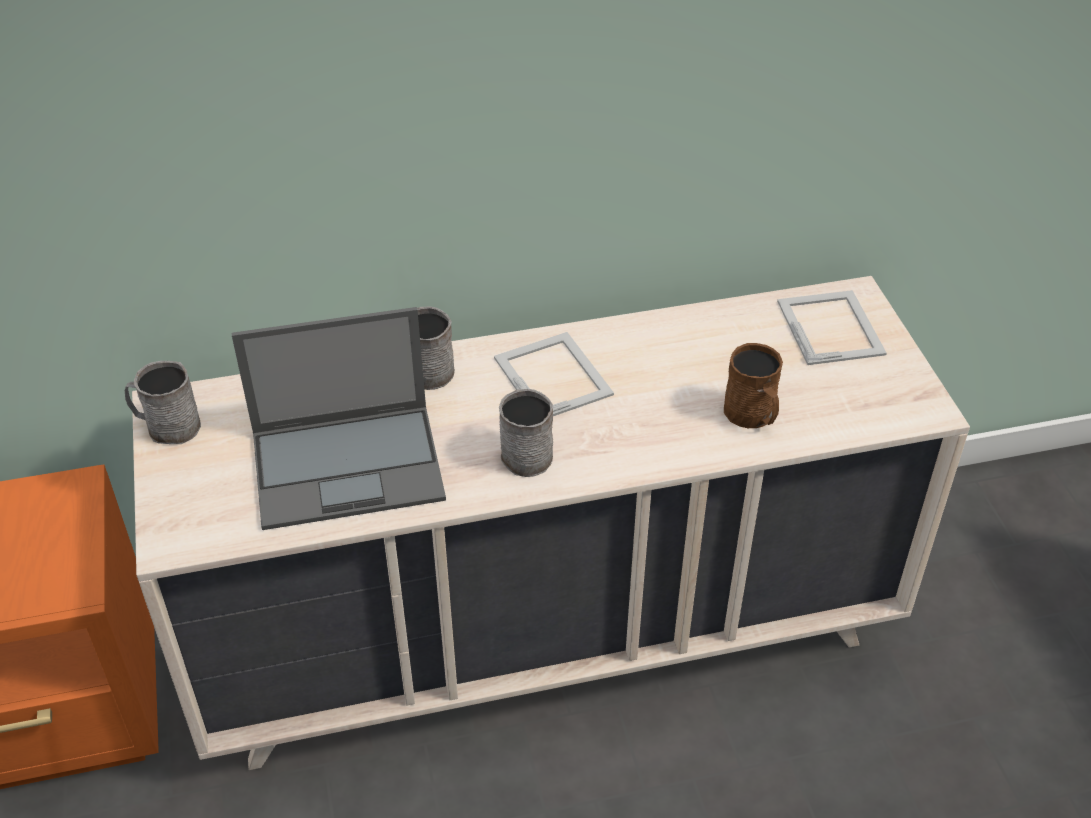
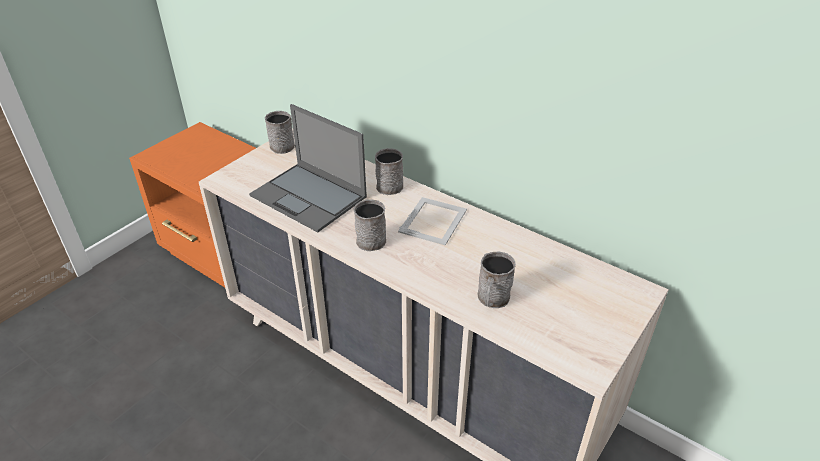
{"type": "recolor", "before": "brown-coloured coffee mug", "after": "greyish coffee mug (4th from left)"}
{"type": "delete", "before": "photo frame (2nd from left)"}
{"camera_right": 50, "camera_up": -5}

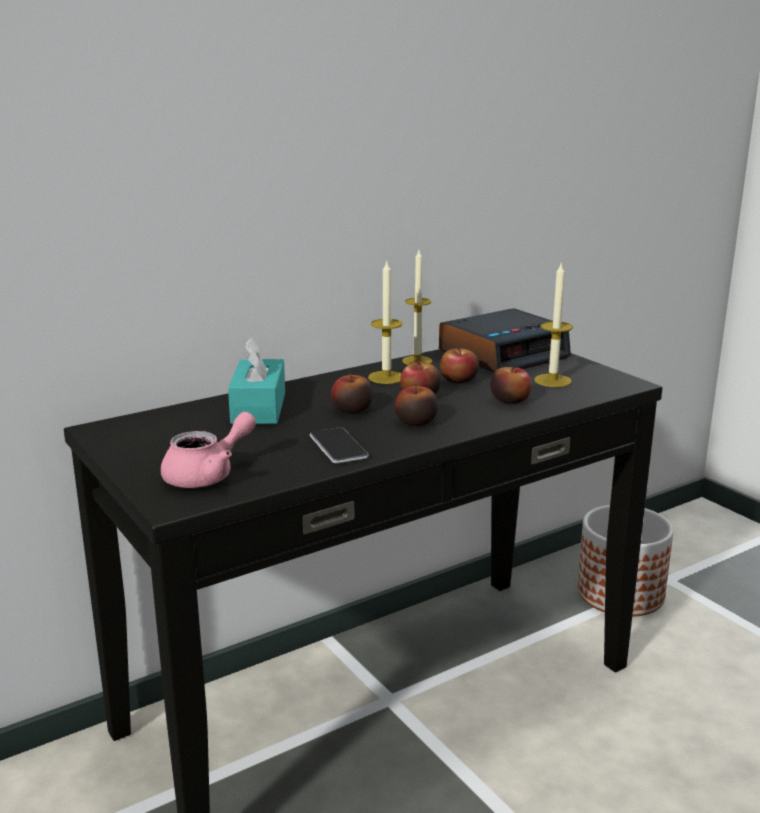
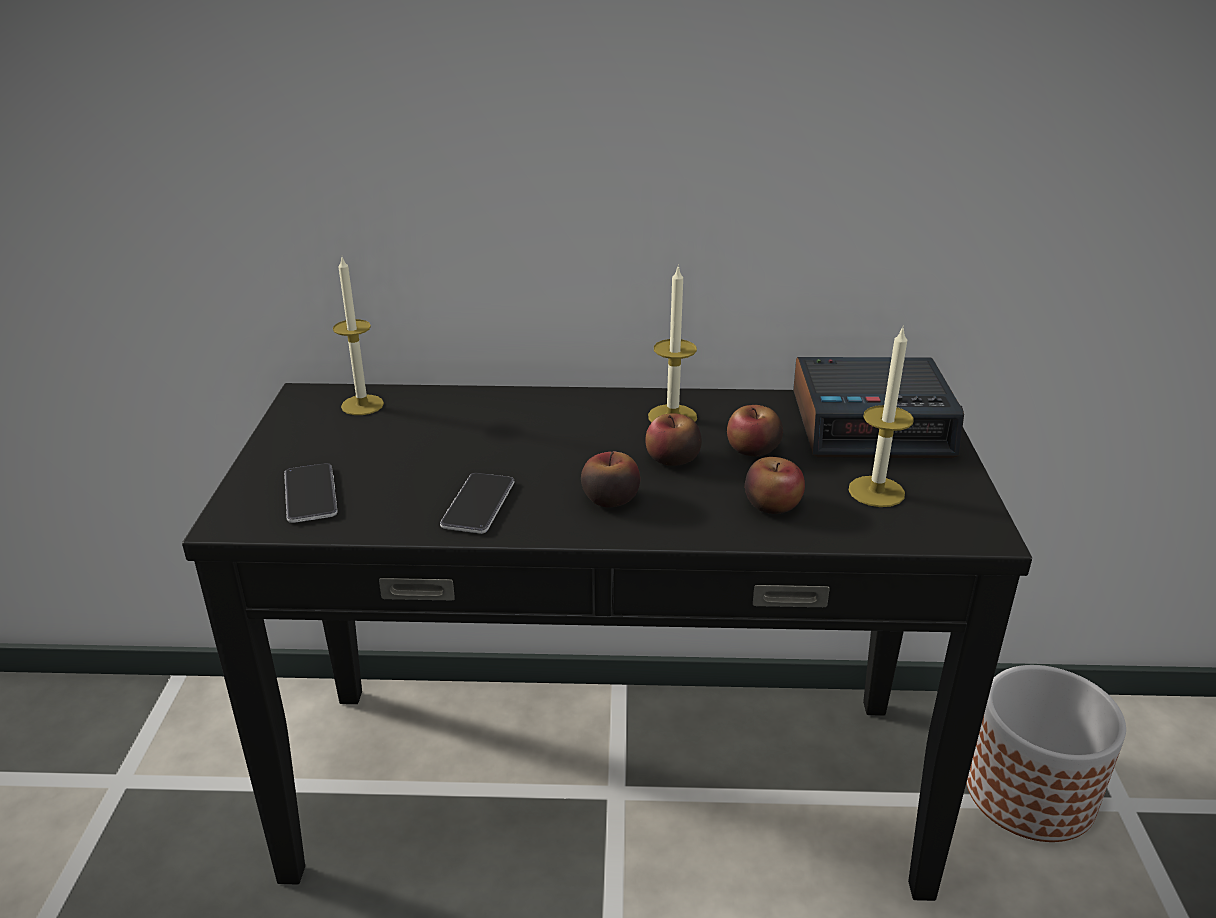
{"type": "replace", "before": "pinkish pot for tea", "after": "phone (1st from left)"}
{"type": "delete", "before": "blue-green tissue box"}
{"type": "delete", "before": "whole apple (1st from left)"}
{"type": "move", "before": "wax light (2nd from left in the first image)", "after": "wax light (1st from left)"}
{"camera_right": 35, "camera_up": 10}

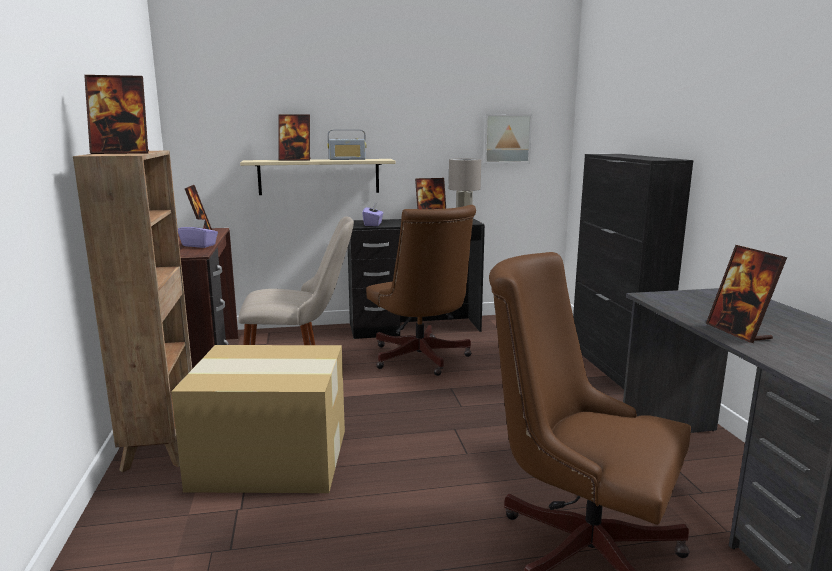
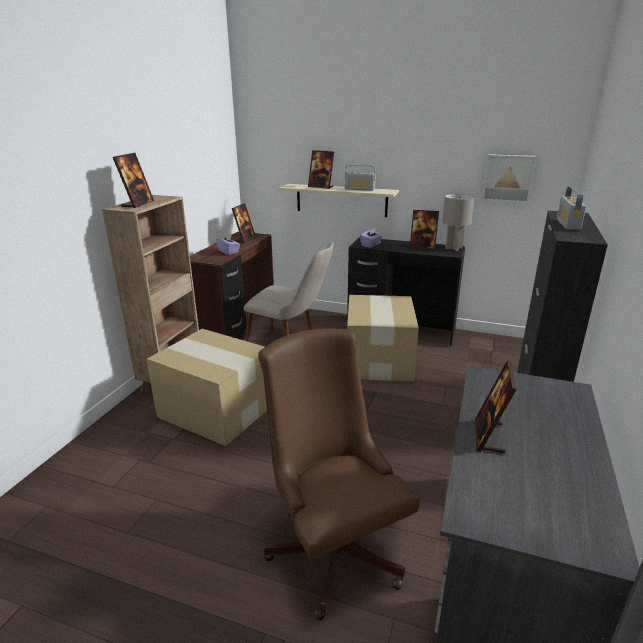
{"type": "rotate", "before": "photo frame (1st from left)", "turn": -90}
{"type": "replace", "before": "brown-coloured office chair (1st from left)", "after": "packing box (2nd from left)"}
{"type": "insert", "after": "radio set (2nd from left)"}
{"camera_right": 30, "camera_up": 10}

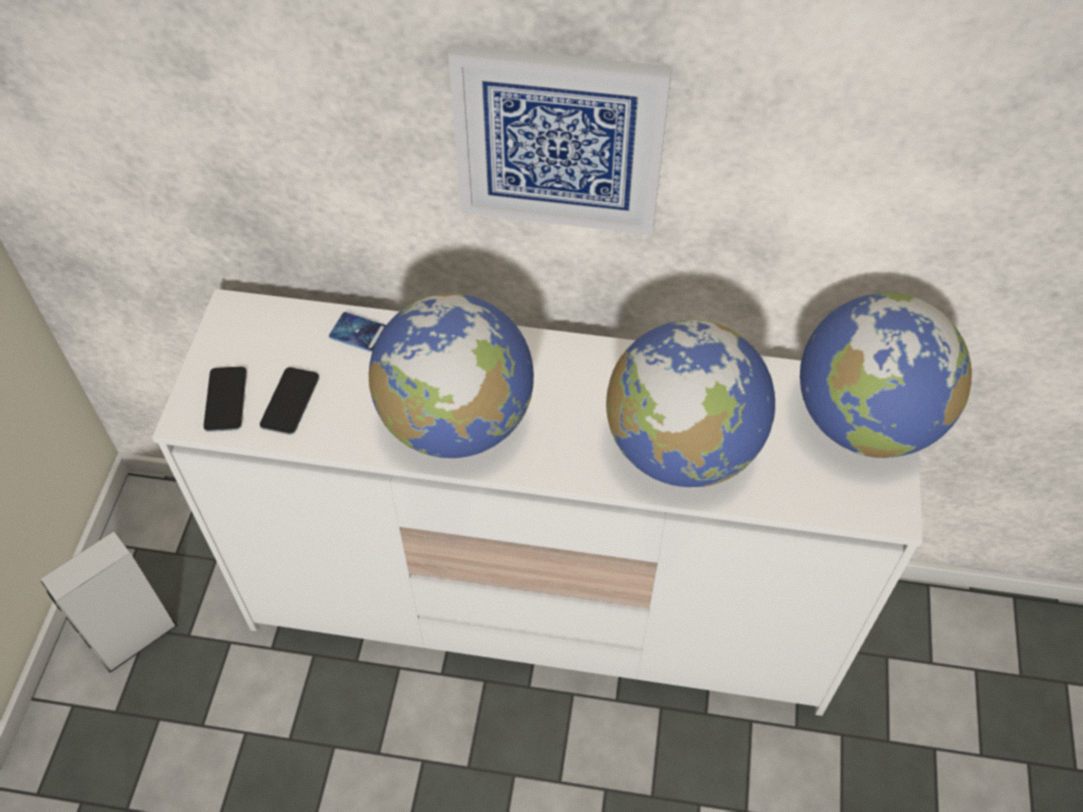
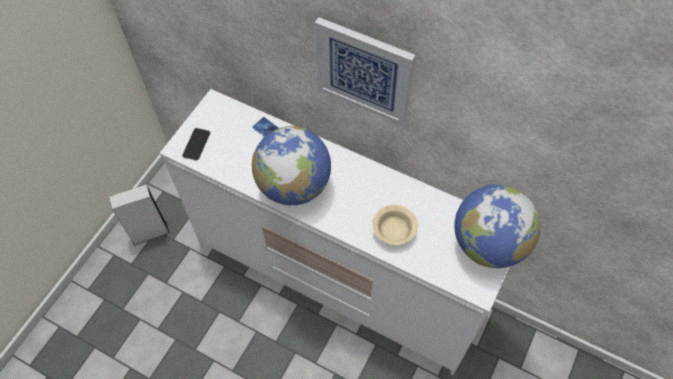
{"type": "delete", "before": "phone (2nd from left)"}
{"type": "replace", "before": "globe (2nd from left)", "after": "beige deep dish"}
{"camera_right": 20, "camera_up": 5}

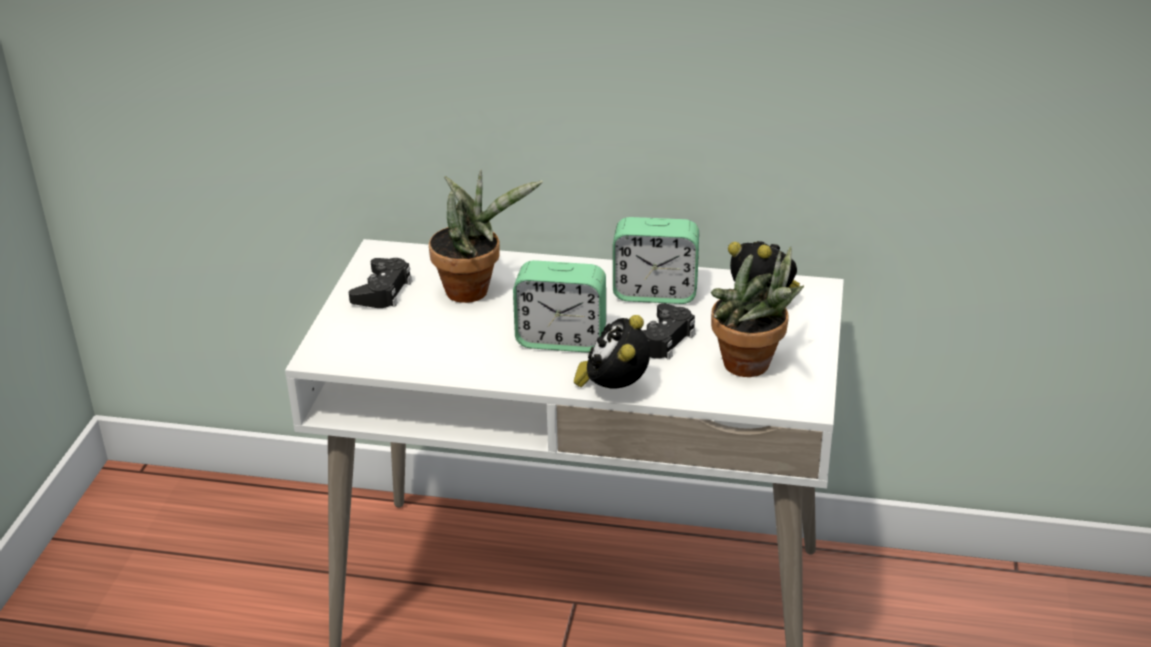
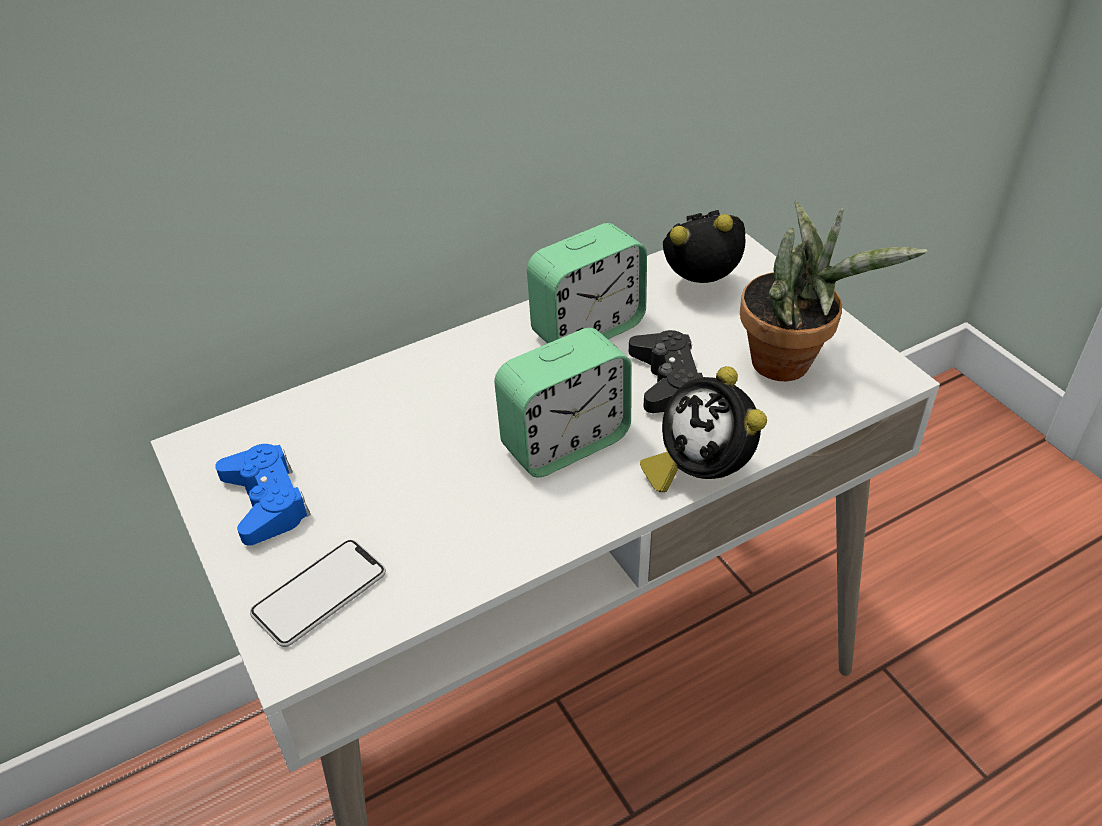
{"type": "recolor", "before": "blackish gamepad (1st from left)", "after": "blue-coloured gamepad"}
{"type": "delete", "before": "potted plant (1st from left)"}
{"type": "insert", "after": "phone"}
{"camera_right": -40, "camera_up": 10}

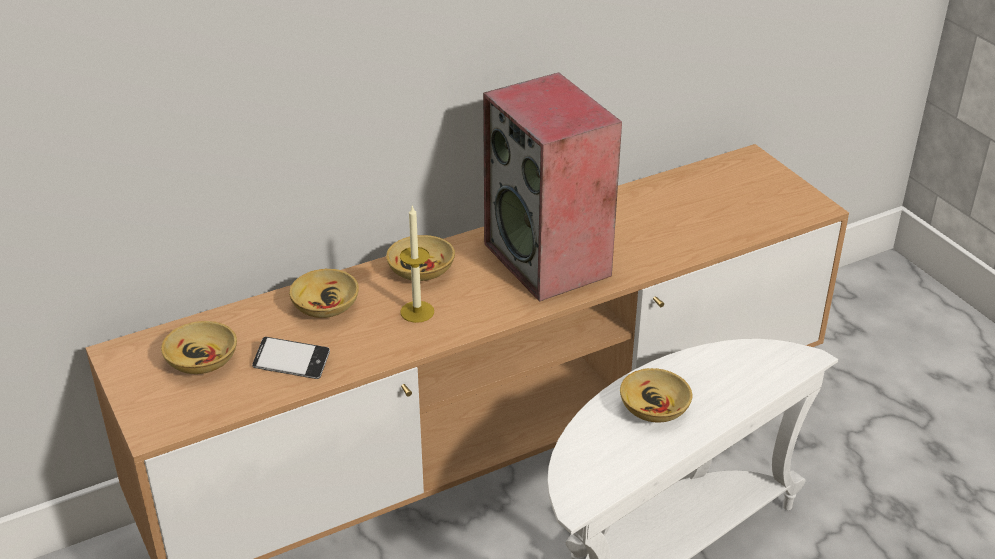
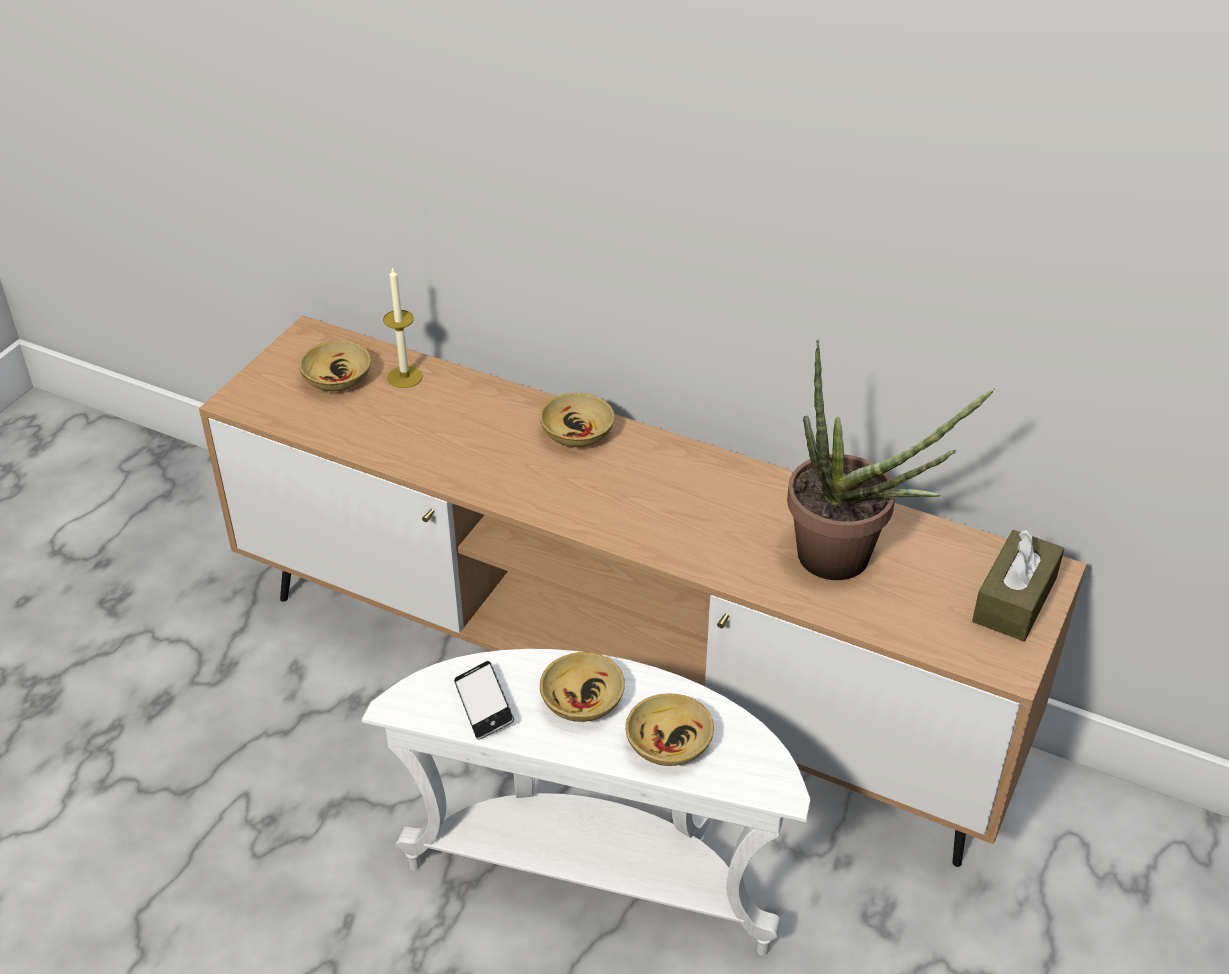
{"type": "move", "before": "phone"}
{"type": "move", "before": "beige deep dish (2nd from left in the first image)", "after": "beige deep dish (4th from left)"}
{"type": "move", "before": "wax light"}
{"type": "delete", "before": "audio speaker"}
{"type": "insert", "after": "potted plant"}
{"type": "insert", "after": "brown-coloured tissue box"}
{"camera_right": 55, "camera_up": 5}

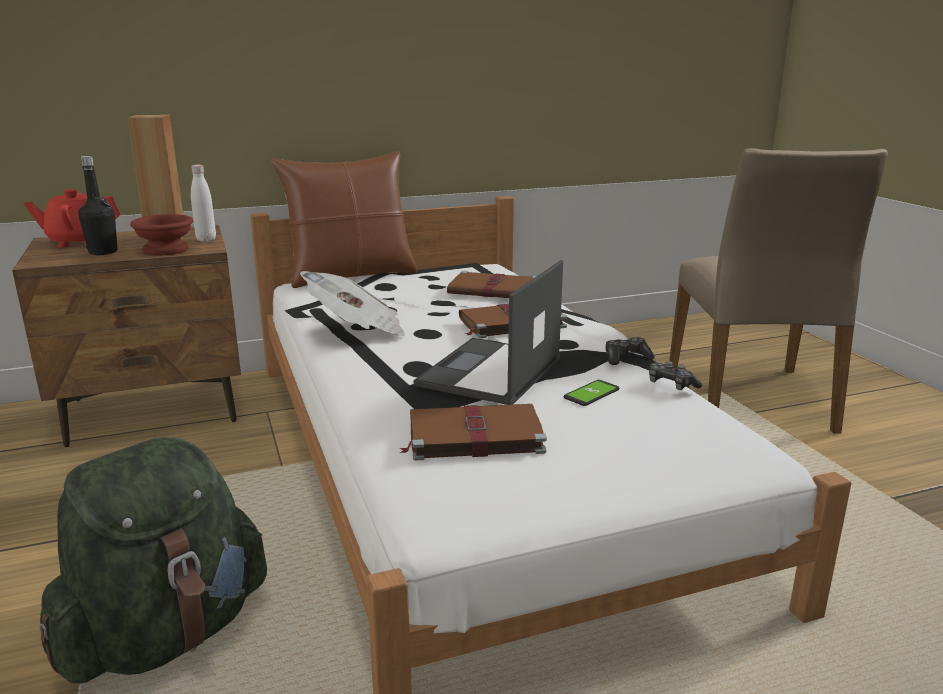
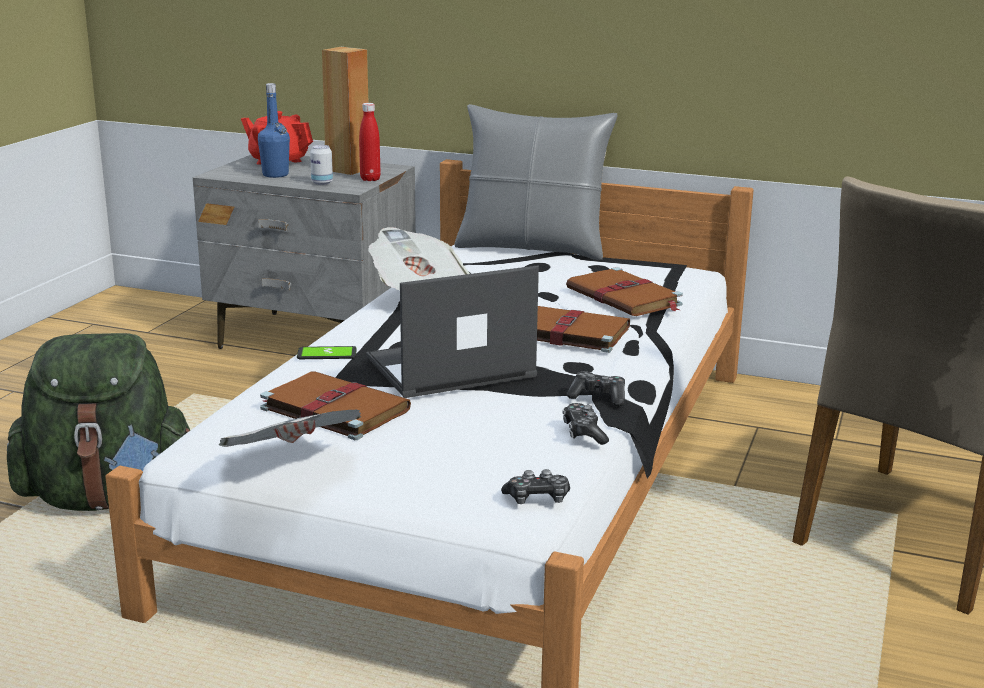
{"type": "recolor", "before": "brown-coloured nightstand", "after": "greyish nightstand"}
{"type": "recolor", "before": "blackish drink bottle", "after": "blue-coloured drink bottle"}
{"type": "replace", "before": "brown-coloured deep dish", "after": "sealed can"}
{"type": "recolor", "before": "whitish drink bottle", "after": "red-coloured drink bottle"}
{"type": "recolor", "before": "brown-coloured cushion", "after": "greyish cushion"}
{"type": "move", "before": "phone"}
{"type": "insert", "after": "printed paper (1st from left)"}
{"type": "insert", "after": "gamepad (1st from left)"}
{"camera_right": 40, "camera_up": 0}

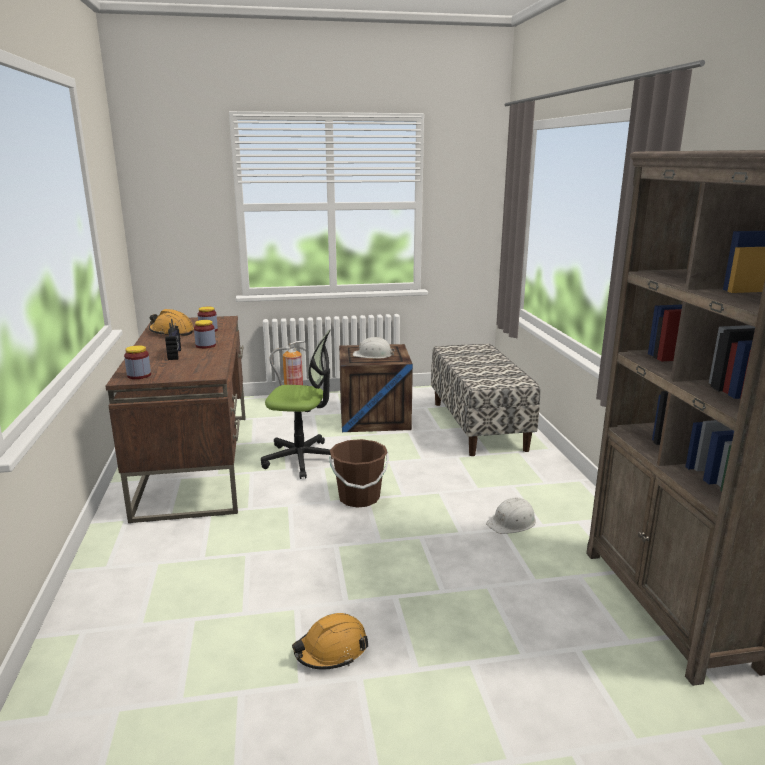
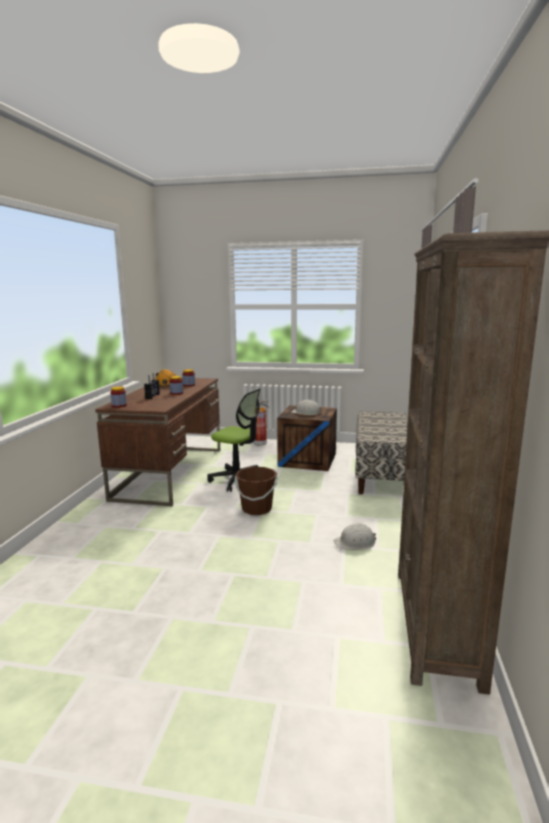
{"type": "delete", "before": "orange safety helmet (2nd from left)"}
{"camera_right": 20, "camera_up": -5}

